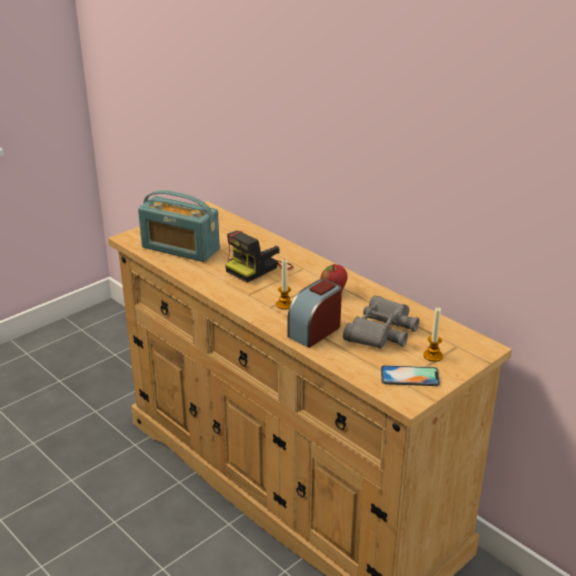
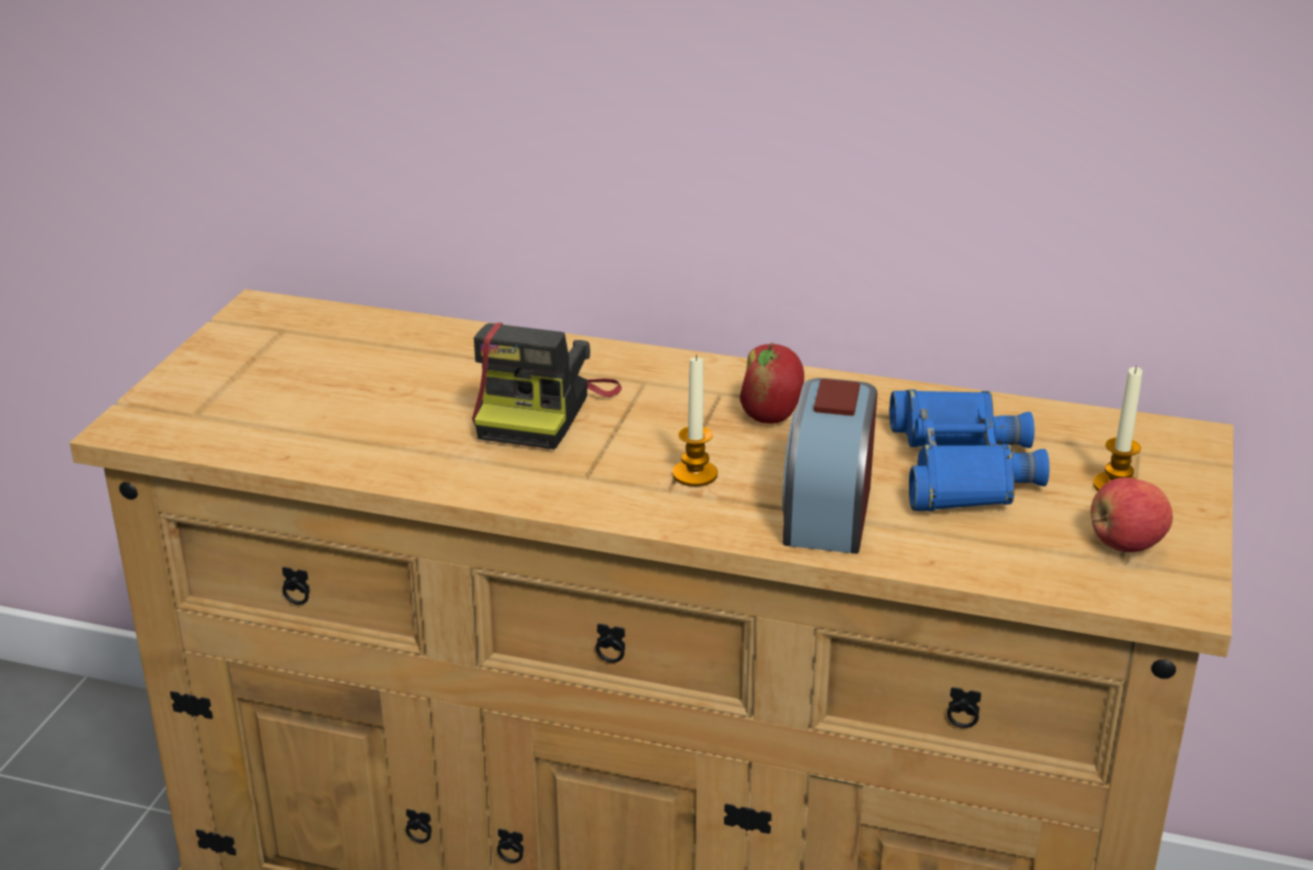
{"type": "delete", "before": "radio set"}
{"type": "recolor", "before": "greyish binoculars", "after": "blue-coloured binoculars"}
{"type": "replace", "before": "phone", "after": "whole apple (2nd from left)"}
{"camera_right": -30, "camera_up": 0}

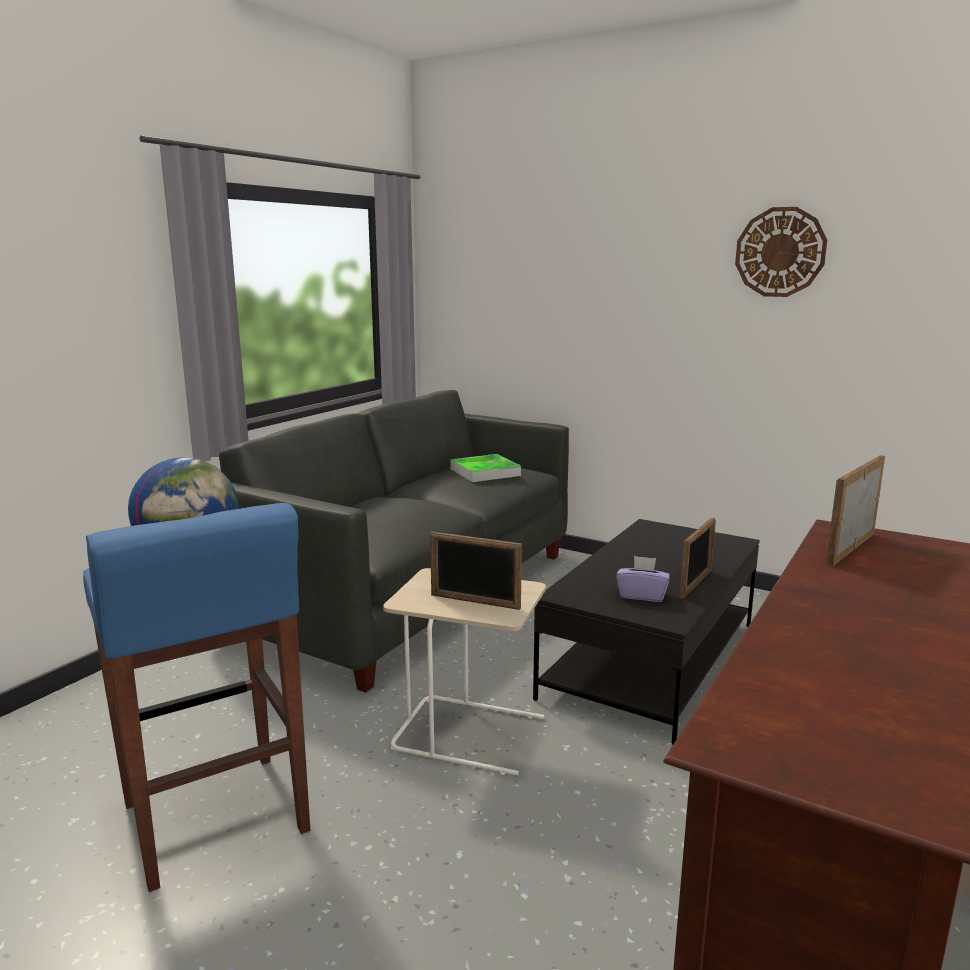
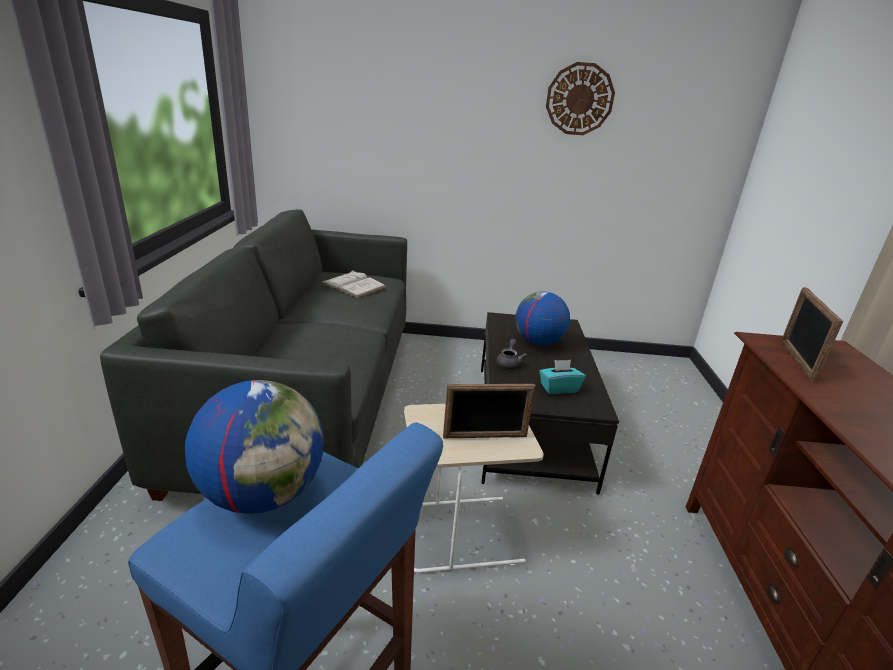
{"type": "replace", "before": "carrying tray", "after": "whitish volume"}
{"type": "recolor", "before": "purple tissue box", "after": "blue-green tissue box"}
{"type": "delete", "before": "photo frame (2nd from left)"}
{"type": "insert", "after": "greyish pot for tea"}
{"type": "insert", "after": "globe (2nd from left)"}
{"camera_right": -30, "camera_up": 10}

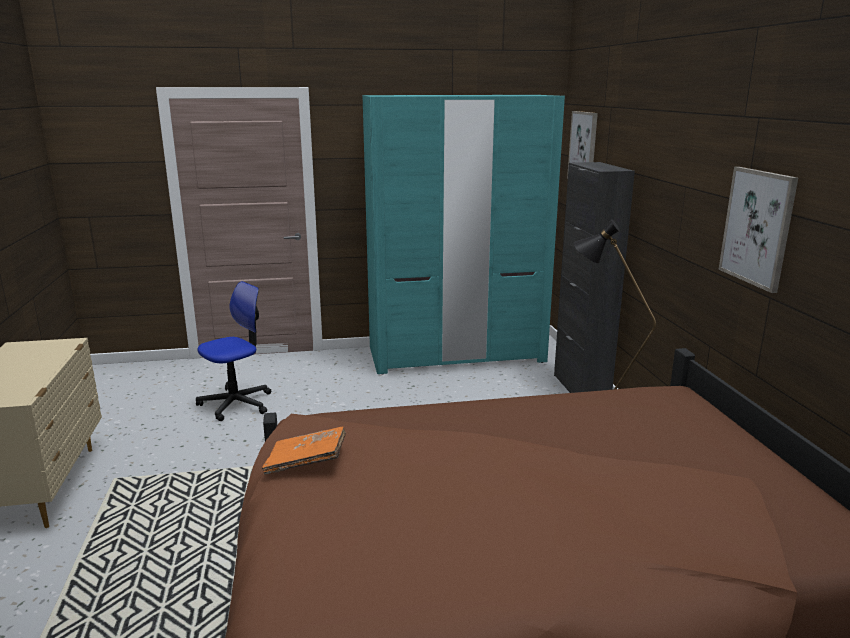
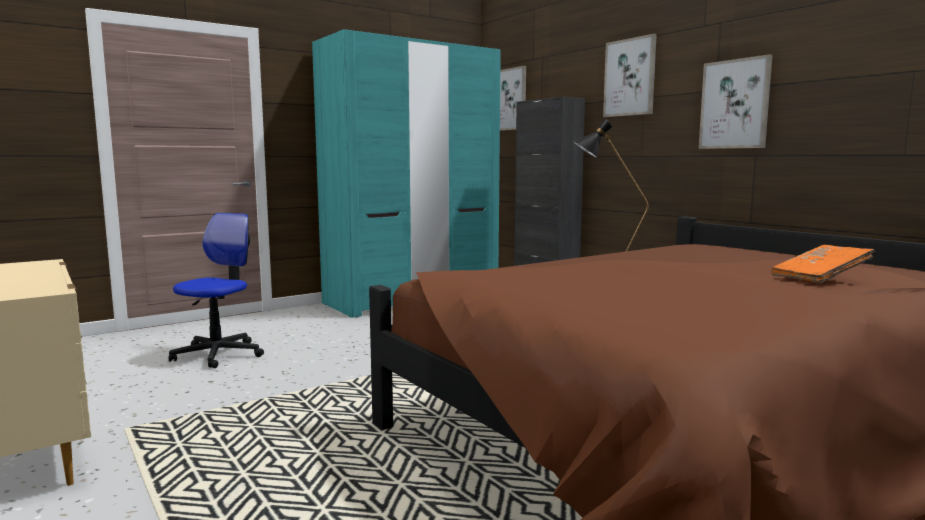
{"type": "move", "before": "orange volume"}
{"type": "insert", "after": "wall picture (2nd from left)"}
{"camera_right": -25, "camera_up": -10}

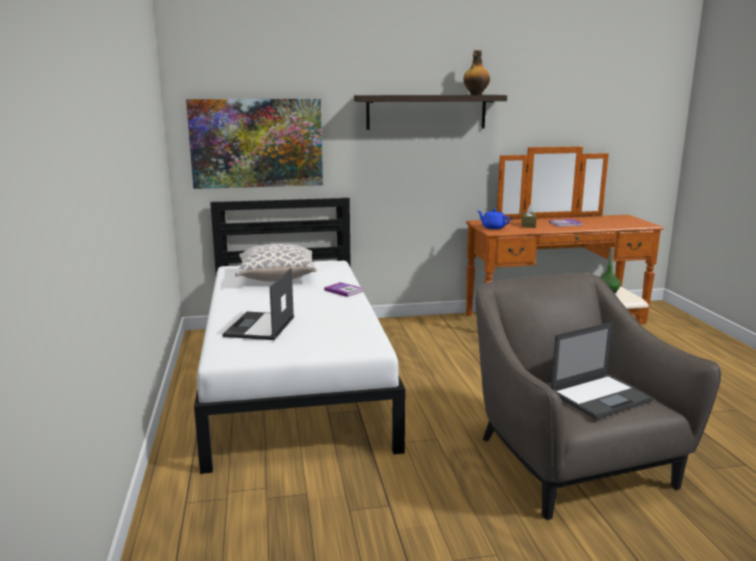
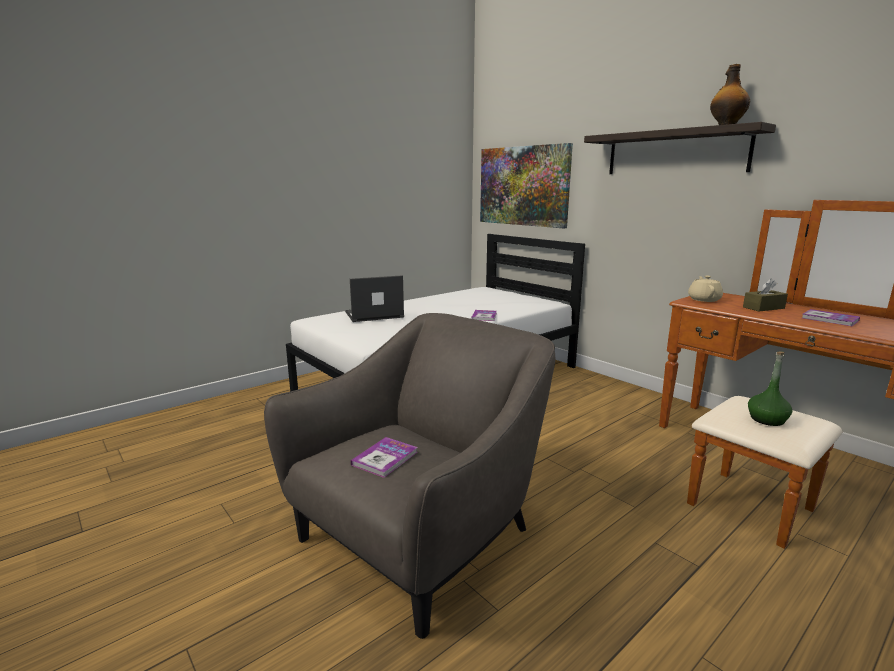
{"type": "delete", "before": "cushion"}
{"type": "recolor", "before": "blue-coloured pot for tea", "after": "beige pot for tea"}
{"type": "replace", "before": "laptop (2nd from left)", "after": "volume (1st from left)"}
{"camera_right": 60, "camera_up": 0}

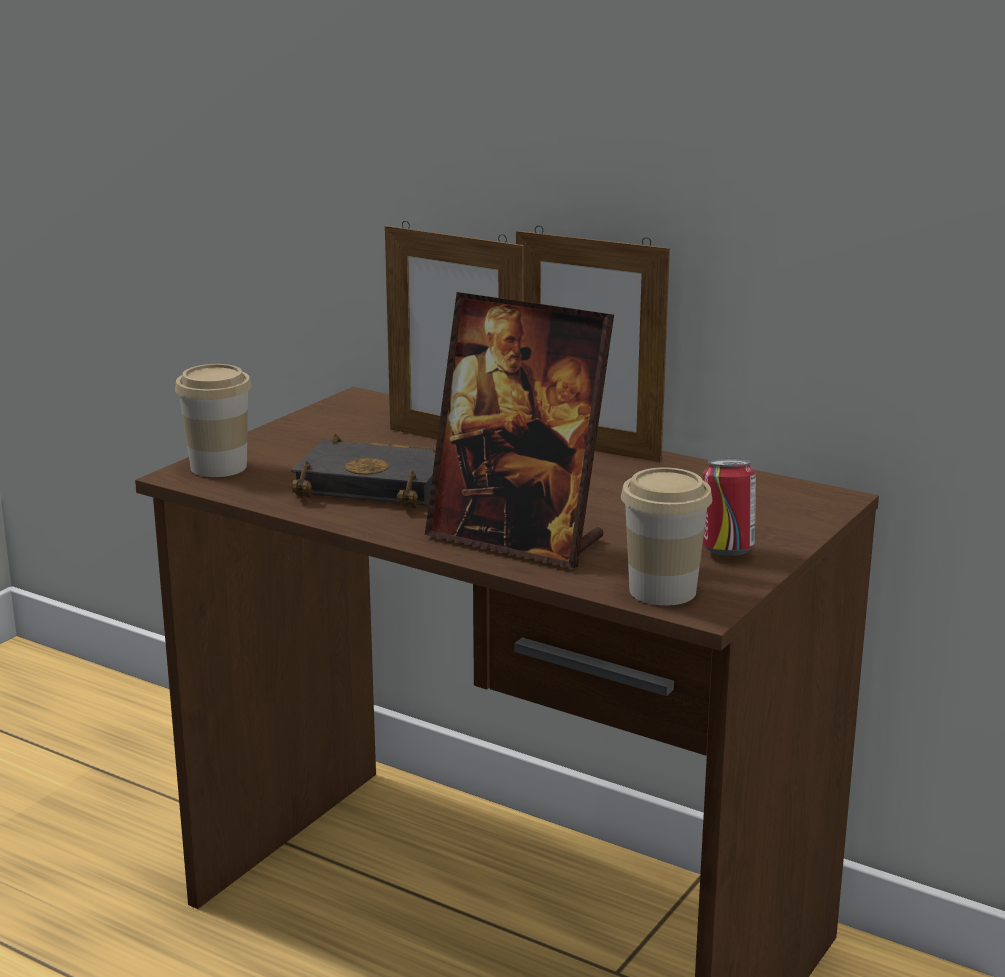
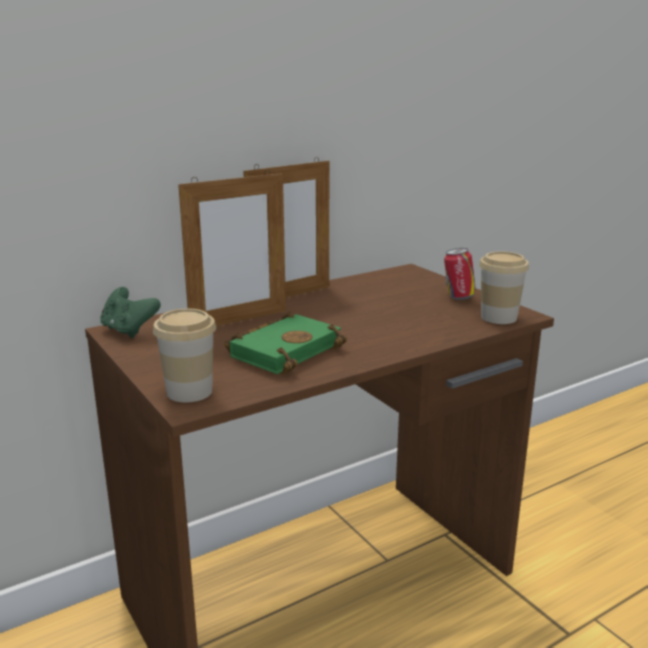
{"type": "recolor", "before": "blackish volume", "after": "greenish volume"}
{"type": "delete", "before": "photo frame (2nd from left)"}
{"type": "insert", "after": "greenish gamepad"}
{"camera_right": -65, "camera_up": 0}

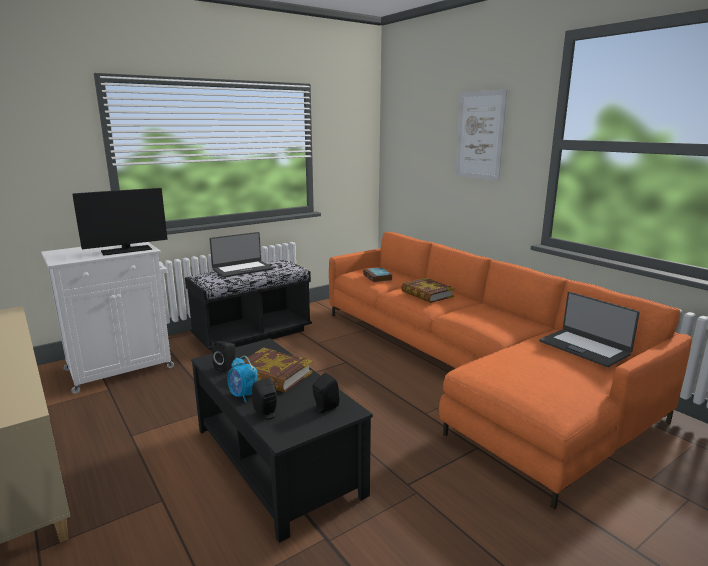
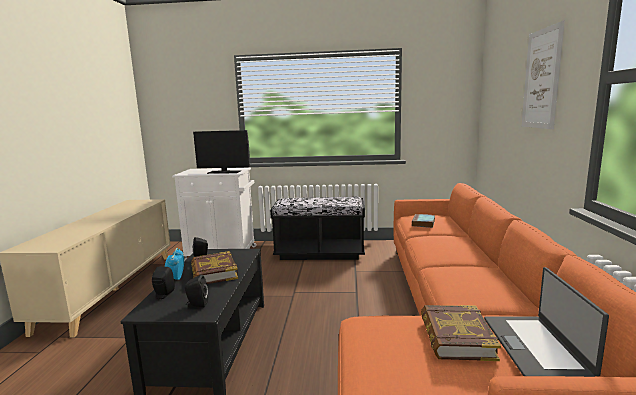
{"type": "delete", "before": "laptop (1st from left)"}
{"type": "move", "before": "volume (3rd from left)"}
{"camera_right": 40, "camera_up": -5}

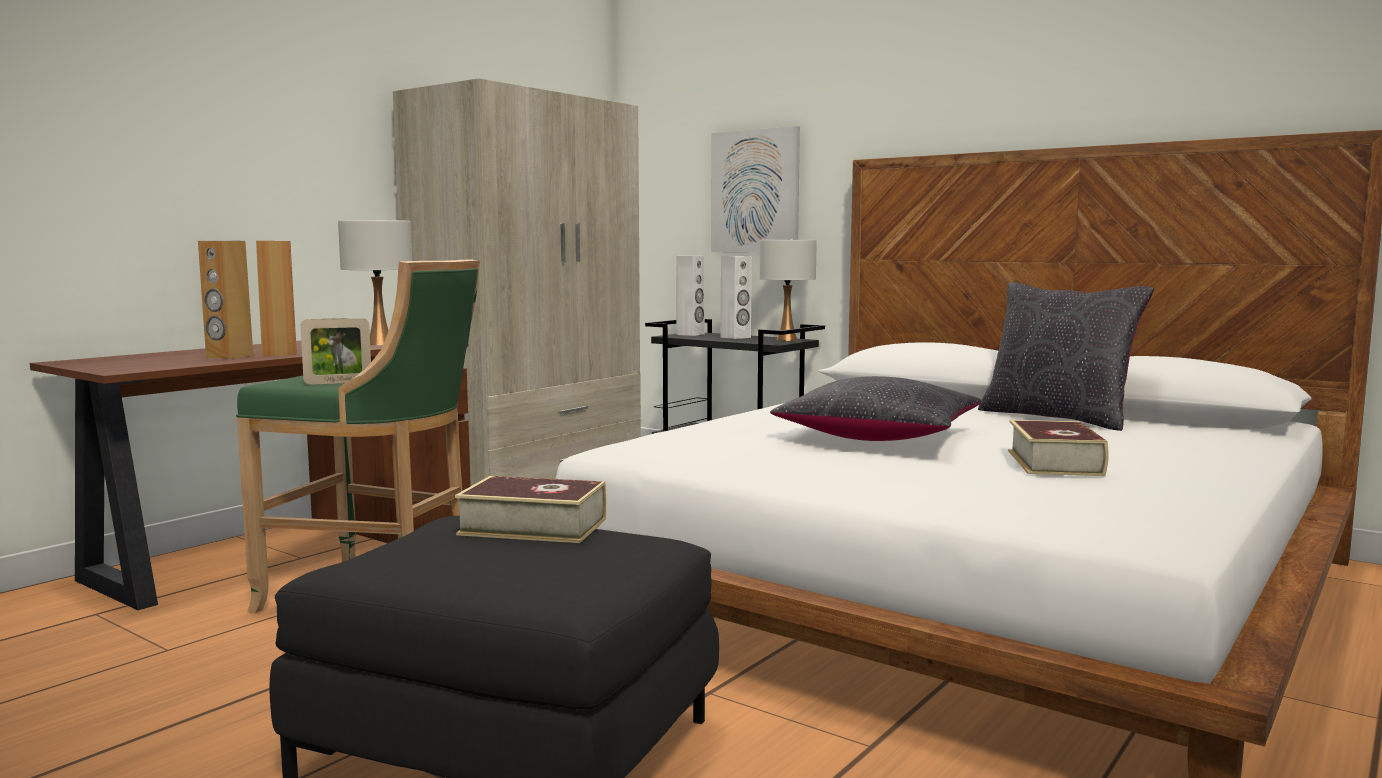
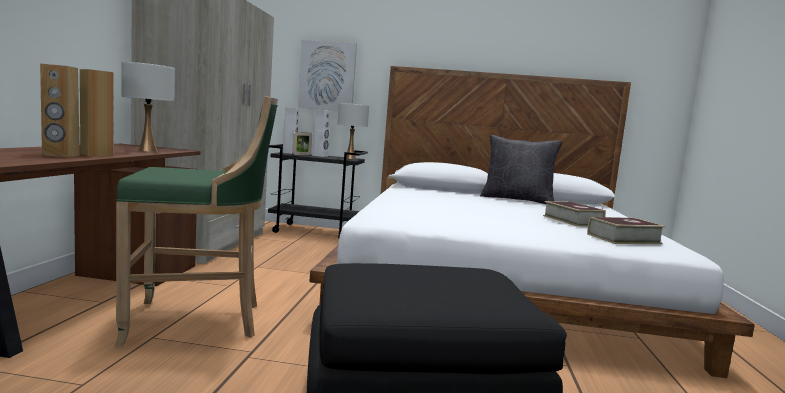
{"type": "move", "before": "photo frame"}
{"type": "move", "before": "volume (1st from left in the first image)", "after": "volume (2nd from left)"}
{"type": "delete", "before": "blackish cushion (1st from left)"}
{"camera_right": -30, "camera_up": 0}

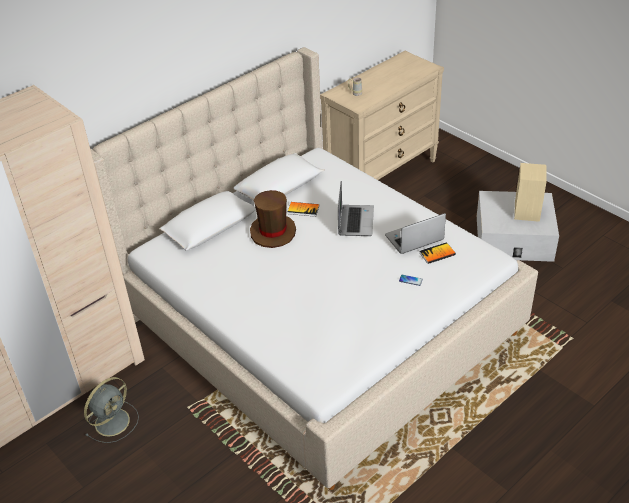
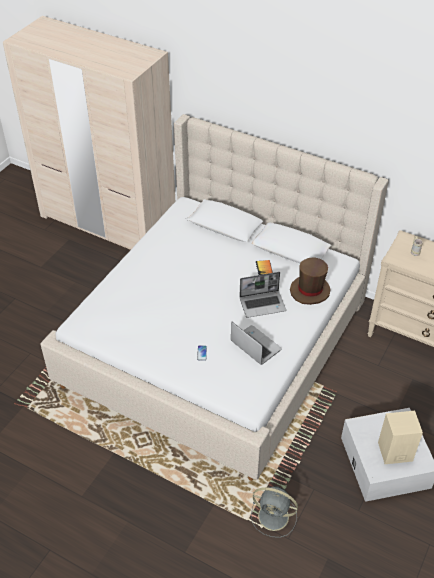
{"type": "move", "before": "greyish electric fan"}
{"type": "move", "before": "brown-coloured clothing hat"}
{"type": "delete", "before": "volume (2nd from left)"}
{"camera_right": 70, "camera_up": 5}

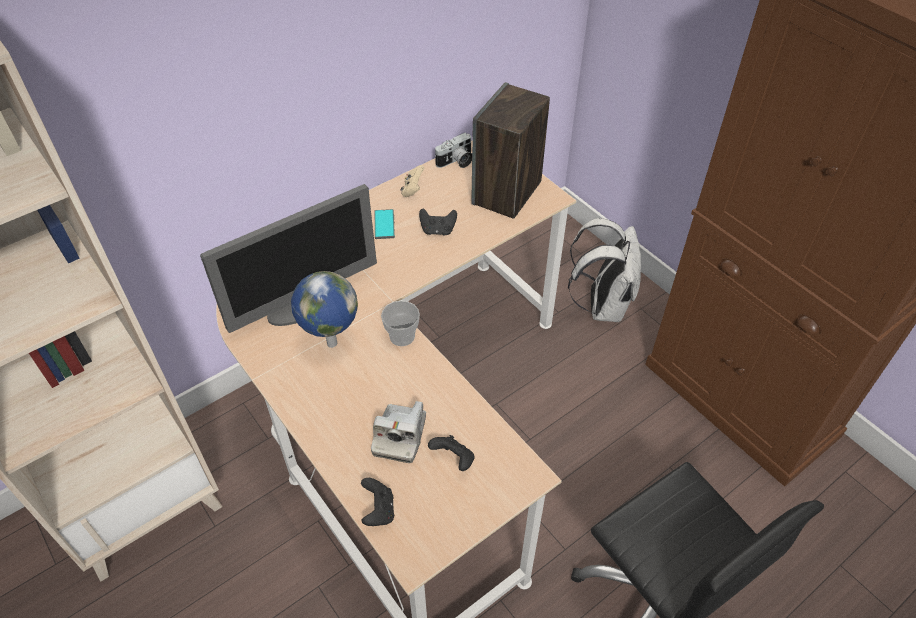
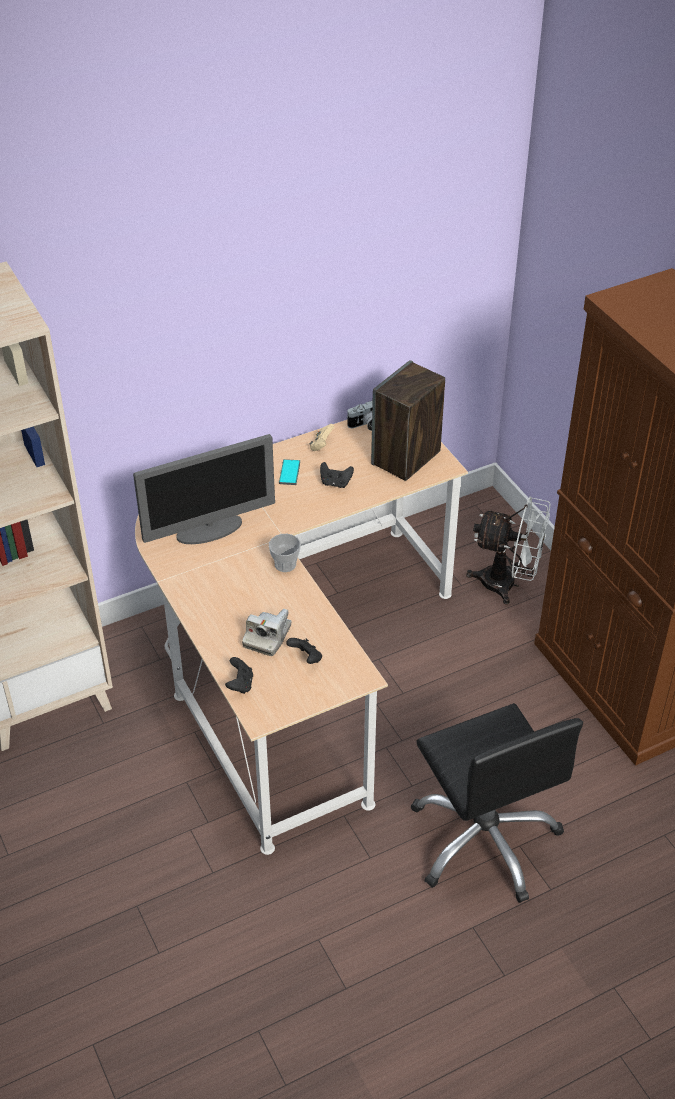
{"type": "delete", "before": "globe"}
{"type": "replace", "before": "whitish rucksack", "after": "whitish electric fan"}
{"camera_right": 10, "camera_up": -5}

